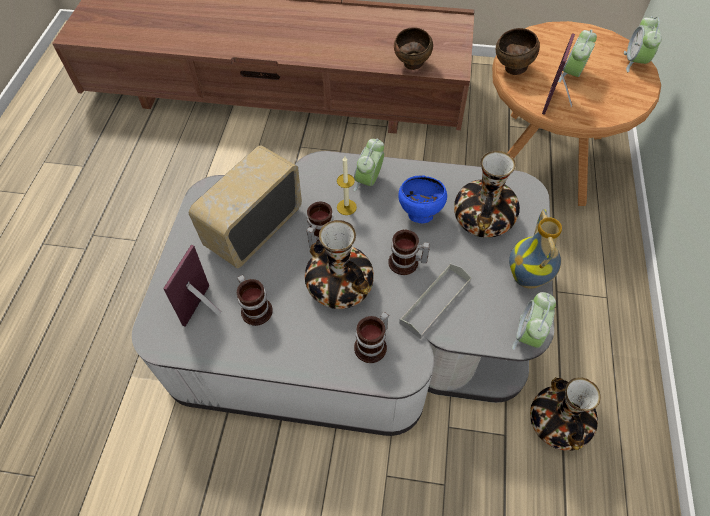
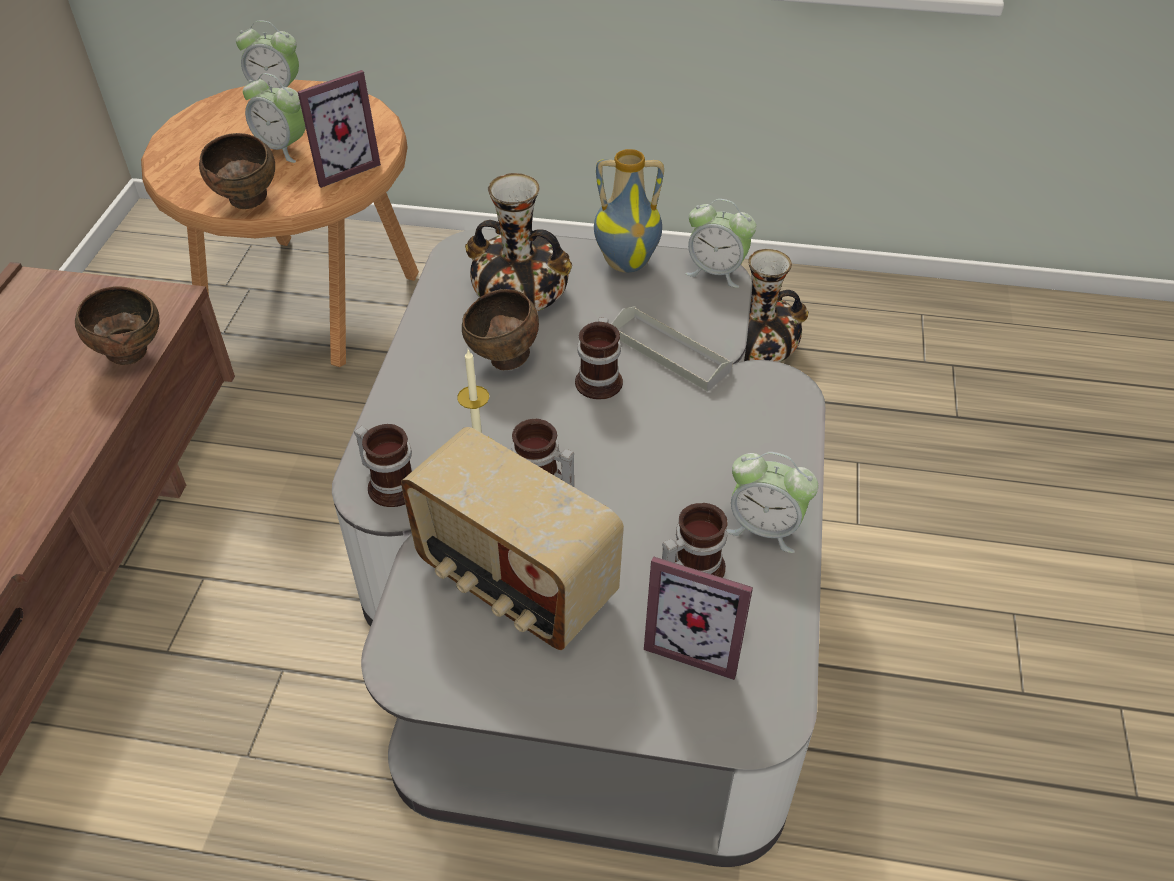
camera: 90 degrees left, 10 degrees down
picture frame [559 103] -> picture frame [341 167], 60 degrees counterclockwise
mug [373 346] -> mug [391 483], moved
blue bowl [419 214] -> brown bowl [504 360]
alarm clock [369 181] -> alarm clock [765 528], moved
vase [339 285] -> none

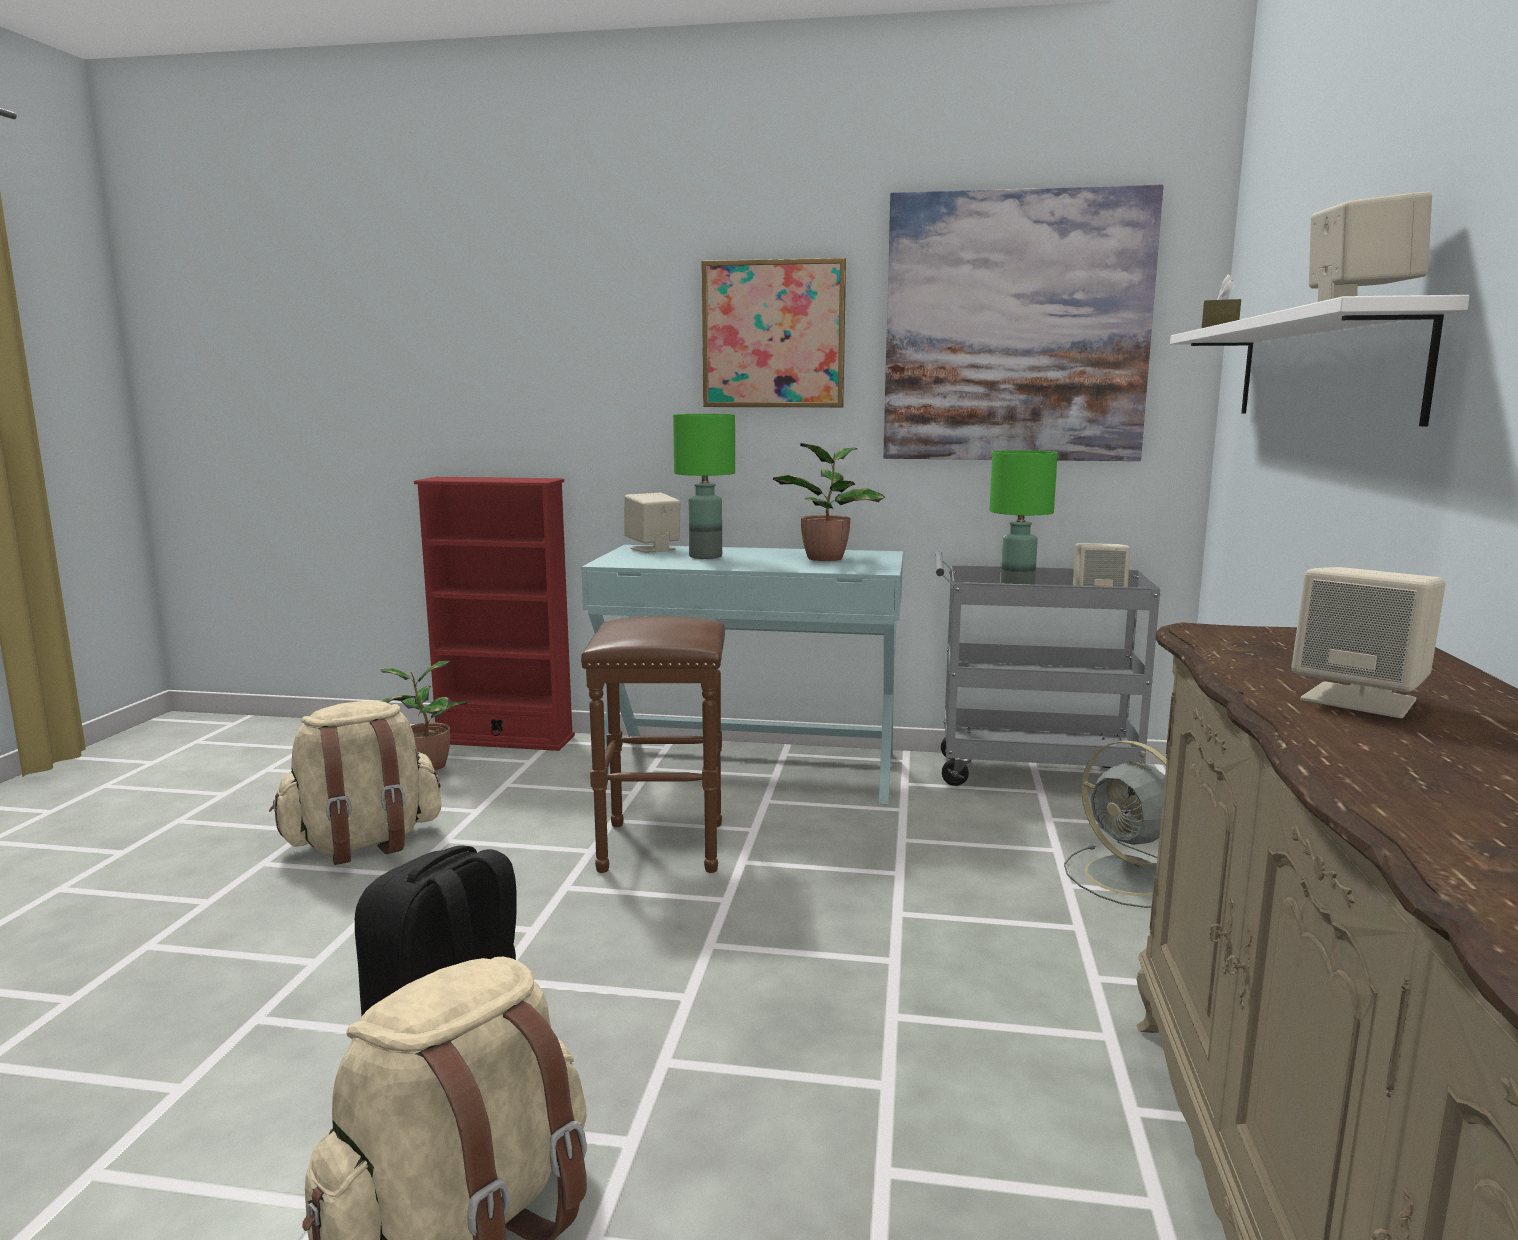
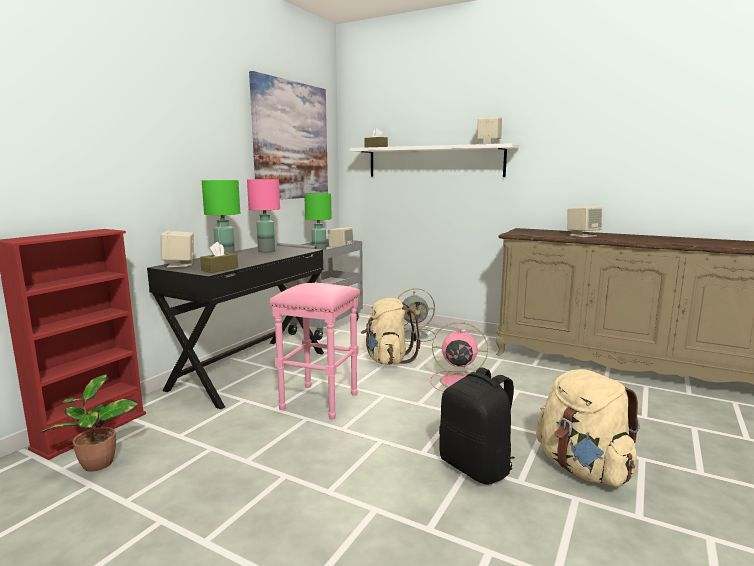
camera: 70 degrees left, 0 degrees up
turquoise desk [750 768] -> black desk [250 370]
none -> brown tissue box [220 269]
potted plant [826 557] -> pink table lamp [266 251]
brown stool [659 847] -> pink stool [320 402]
beige backpack [363 843] -> beige backpack [387 360], moved
none -> pink fan [456 381]
picture [773 334] -> none

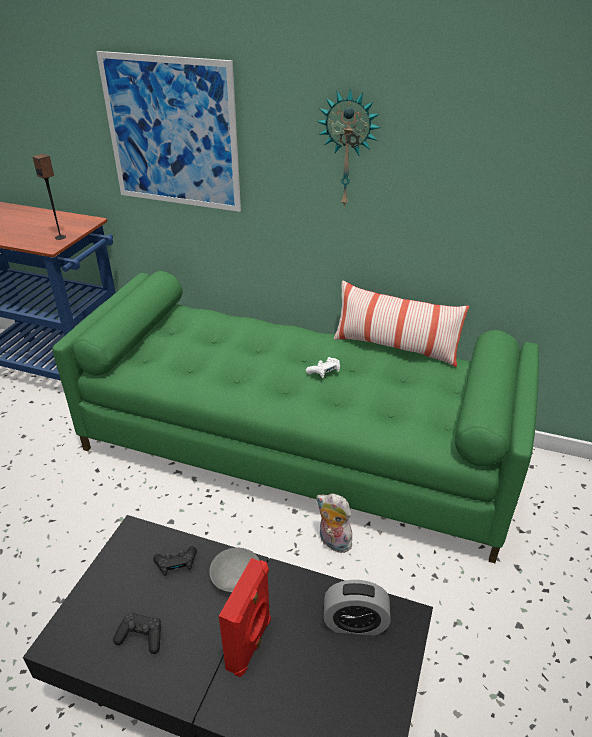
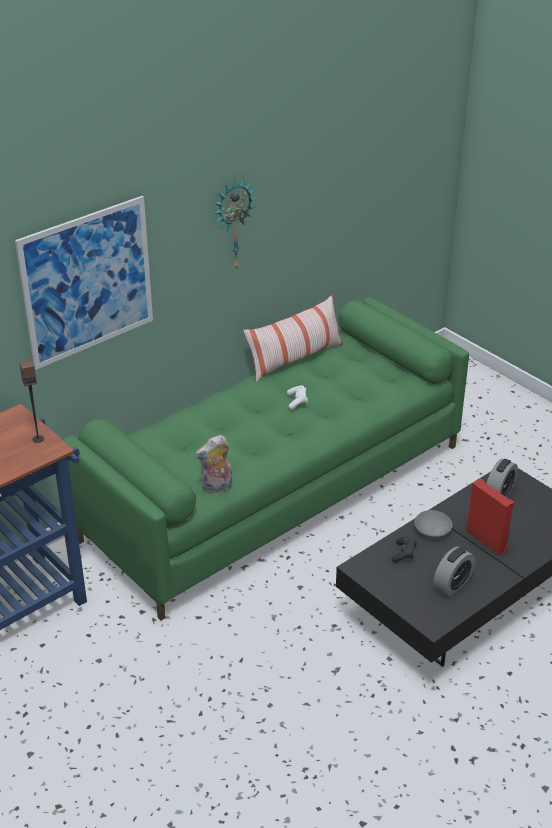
camera: 60 degrees left, 0 degrees up
plush toy [333 542] -> plush toy [216 487], moved
black game controller [141 637] -> alarm clock [452 584]

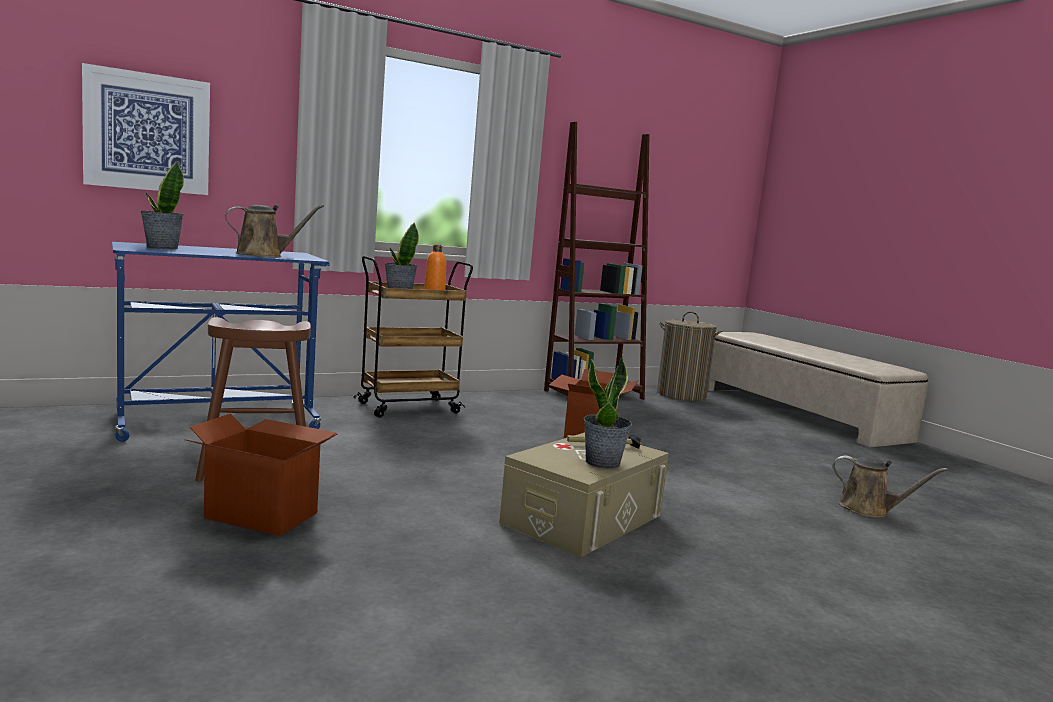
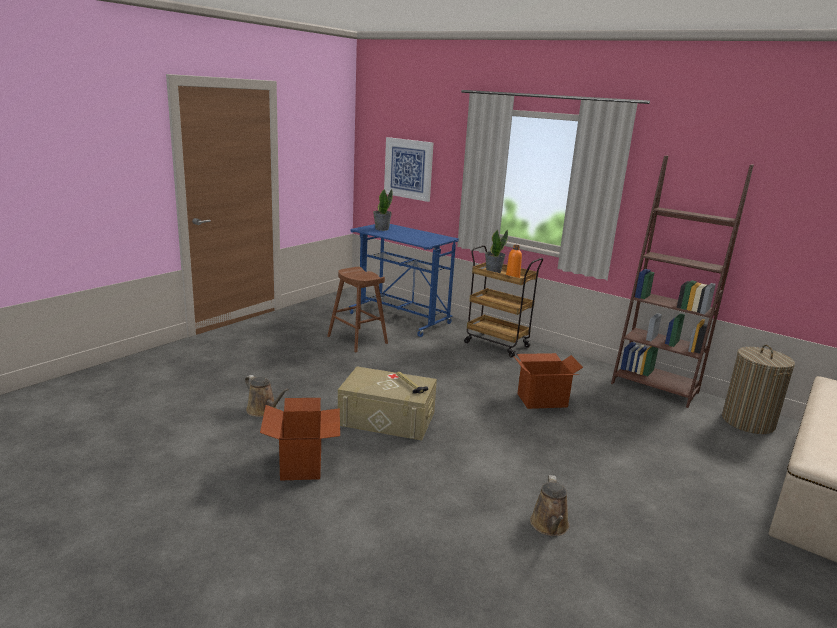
camera: 65 degrees right, 10 degrees up
brown watering can [264 255] -> brown watering can [263 410], moved
cardboard box [262 515] -> cardboard box [302 464], moved
potted plant [603 463] -> none

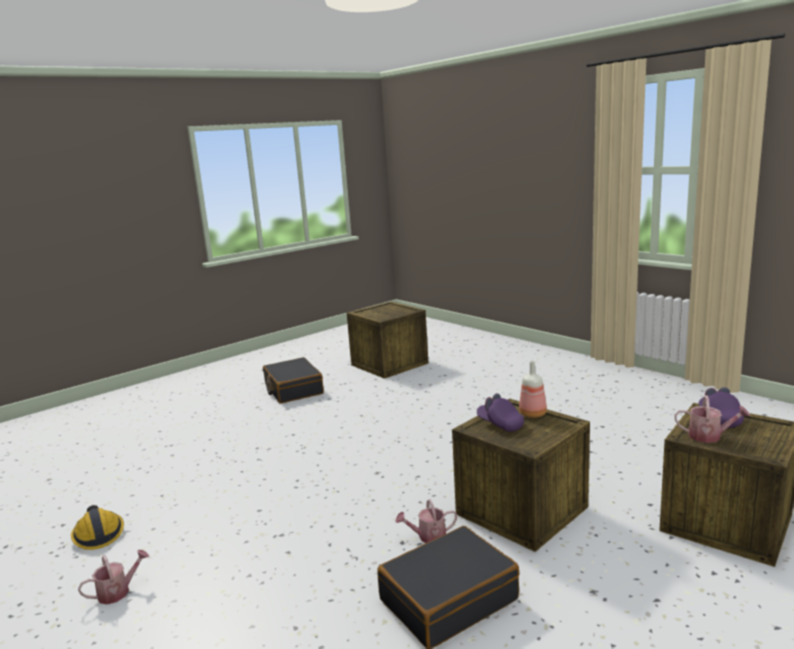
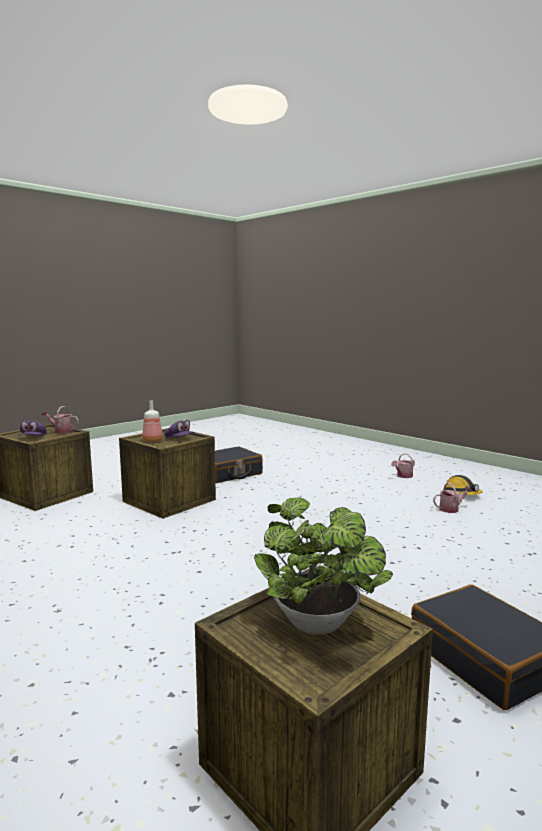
camera: 175 degrees right, 5 degrees down
none -> potted plant [320 626]
watering can [428 537] -> watering can [451 509], moved

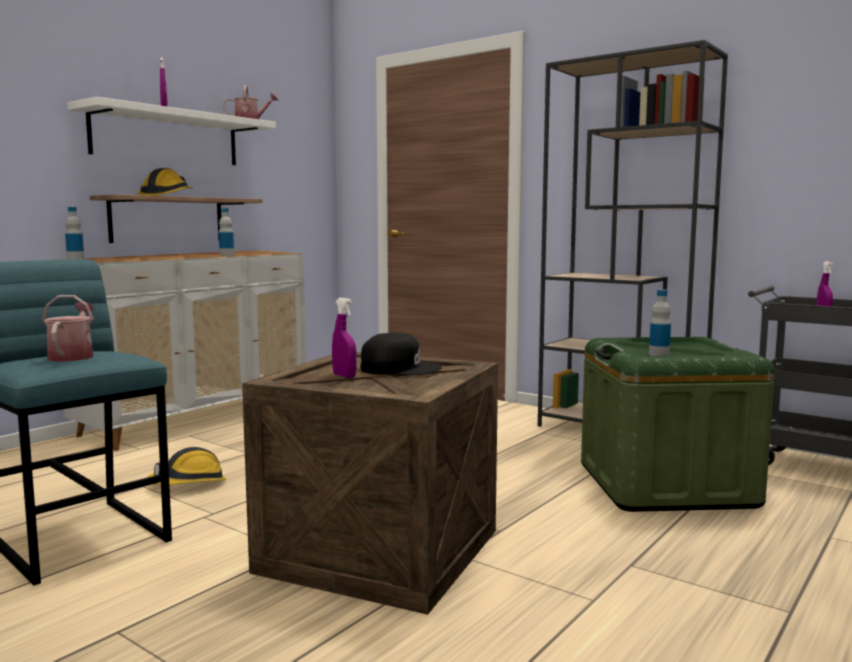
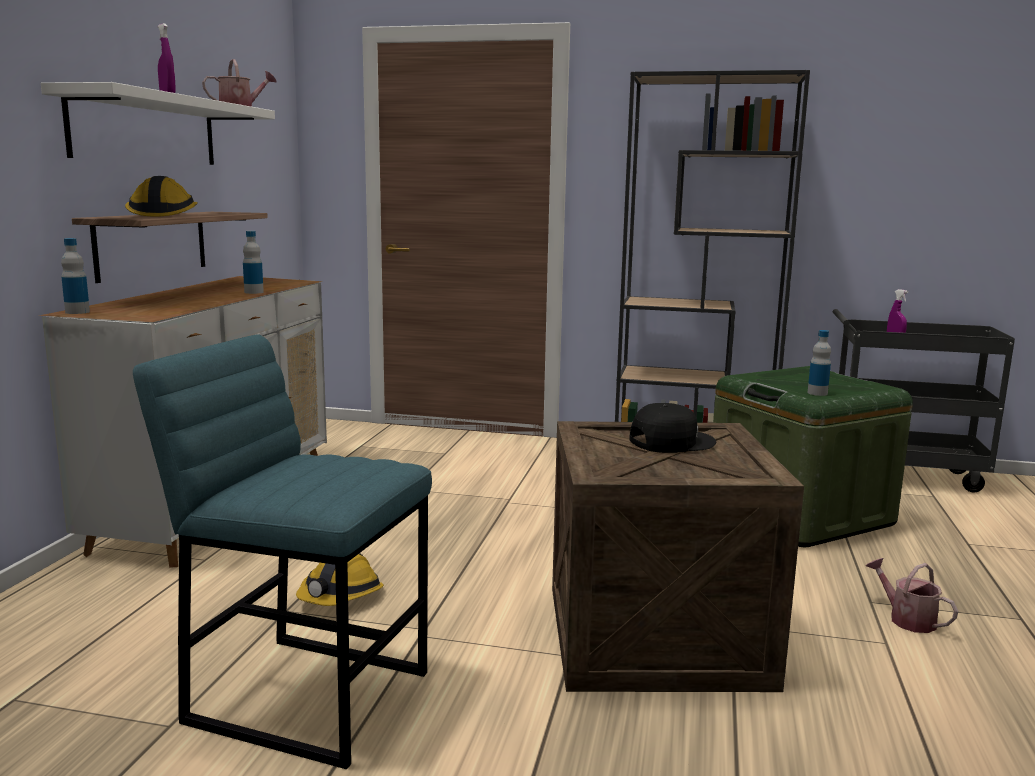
camera: 25 degrees left, 5 degrees up
watering can [73 356] -> watering can [906 619], moved
purple spray bottle [344 376] -> none

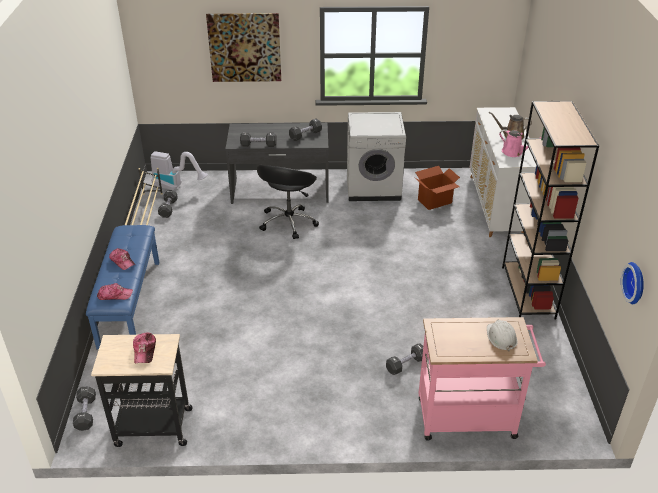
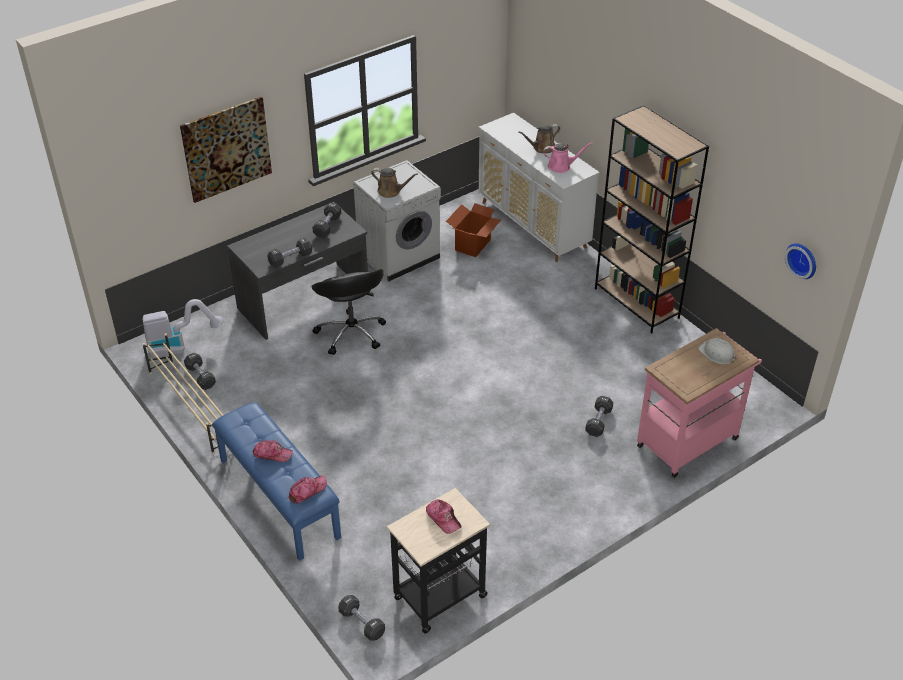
camera: 35 degrees left, 5 degrees up
none -> brown watering can [391 191]

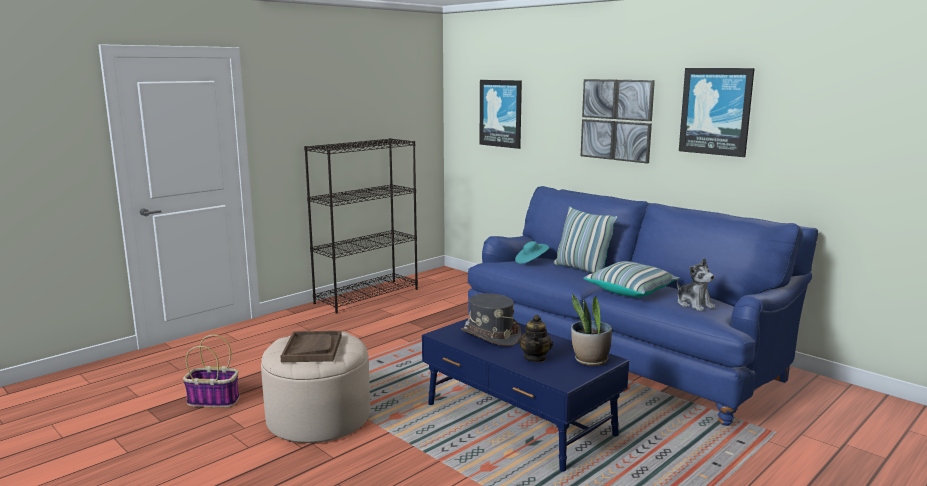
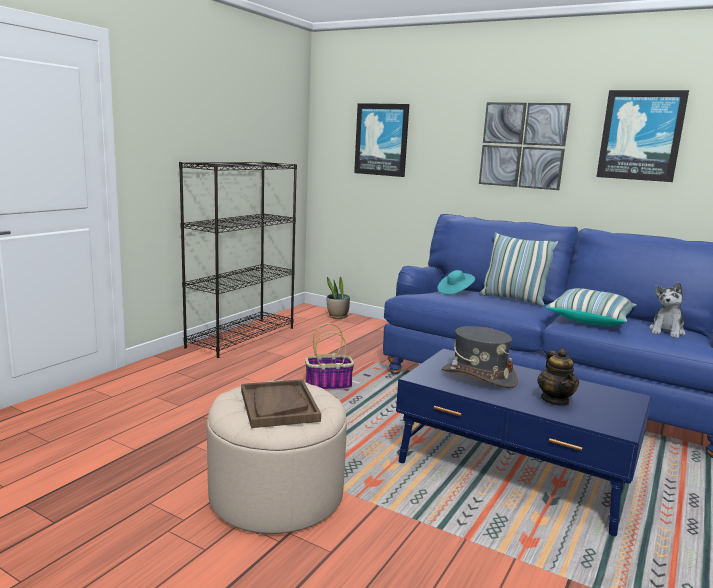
camera: 15 degrees left, 0 degrees up
basket [214 400] -> basket [329 385], moved
potted plant [590 360] -> potted plant [337 316], moved
plush toy [694 304] -> plush toy [666 331], 75 degrees clockwise

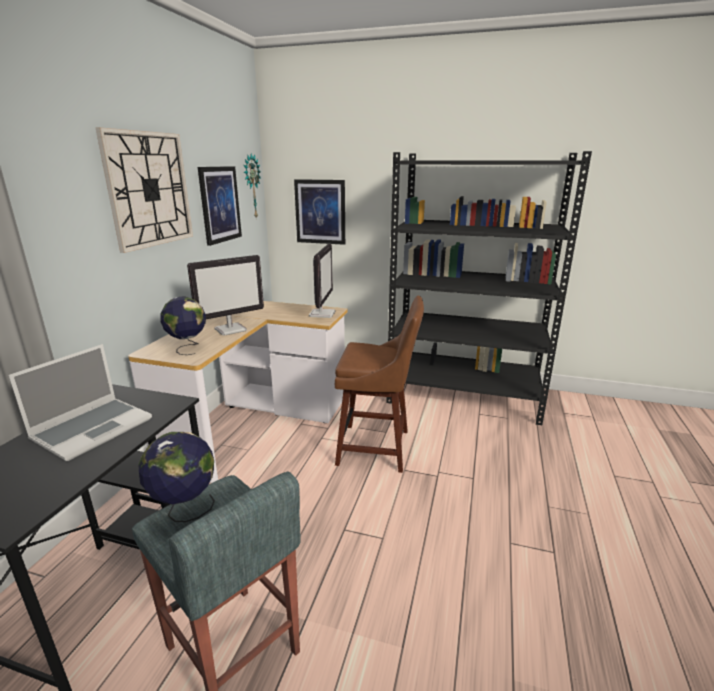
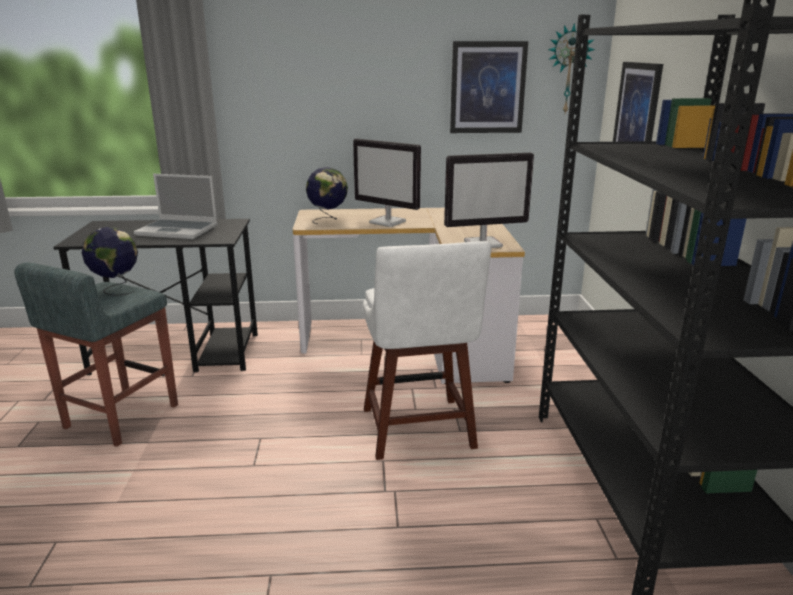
camera: 70 degrees right, 0 degrees up
brown chair [378 447] -> white chair [418 431]
wall clock [149 189] -> none

